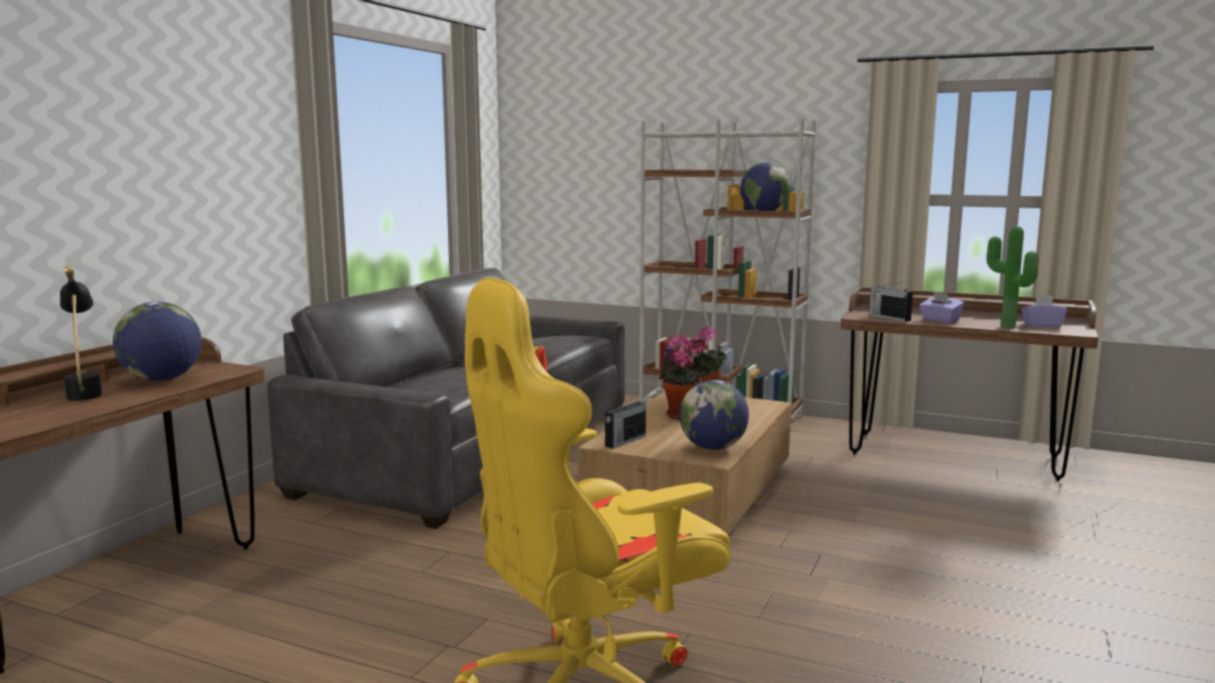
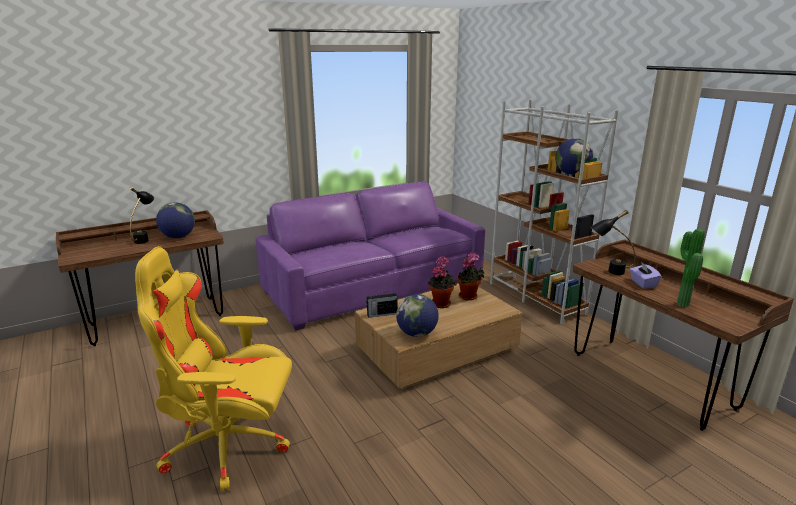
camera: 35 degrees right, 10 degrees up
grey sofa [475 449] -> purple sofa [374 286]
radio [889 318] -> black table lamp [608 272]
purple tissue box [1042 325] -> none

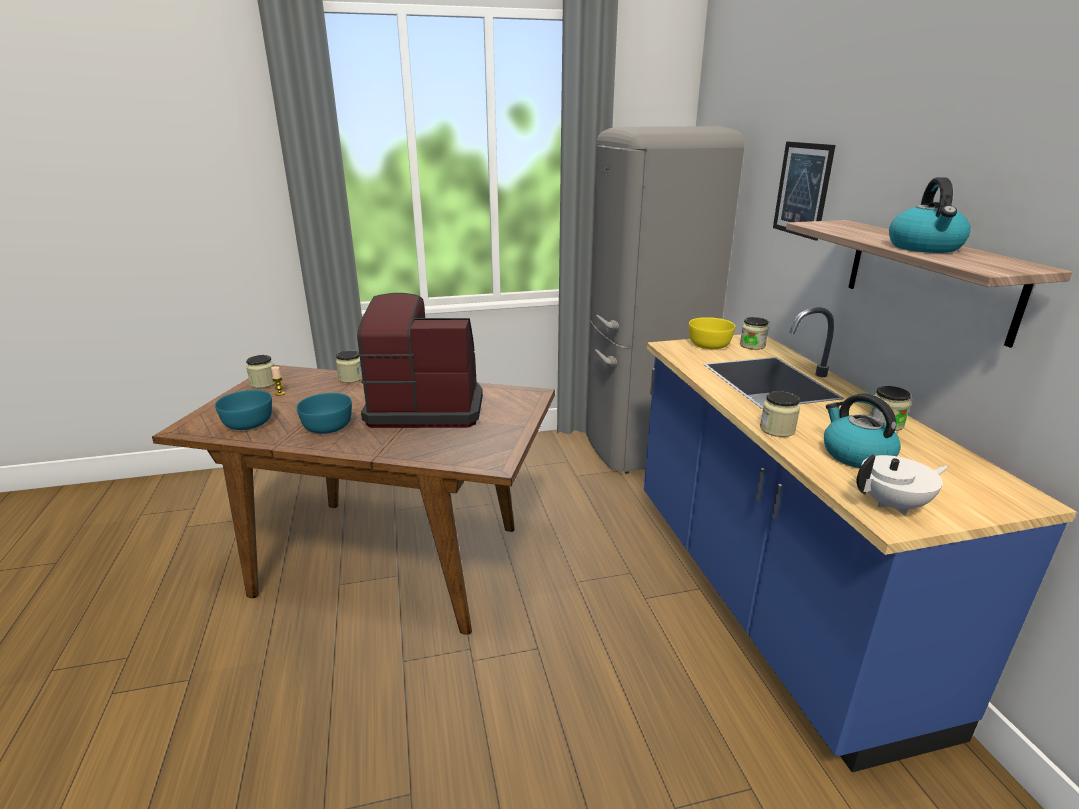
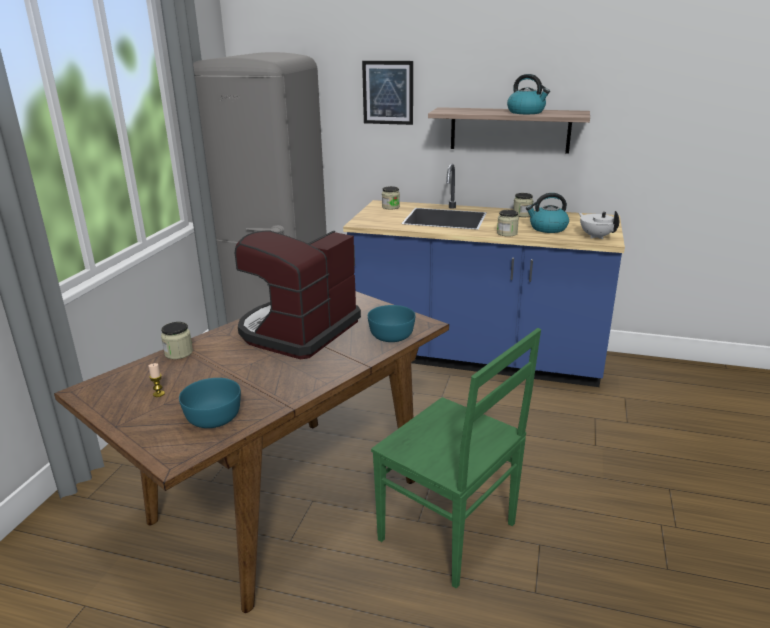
camera: 60 degrees left, 0 degrees up
turquoise bowl [328 426] -> turquoise bowl [392 335], moved
none -> green chair [450 534]
white teapot [893 505] -> white teapot [596 236], 45 degrees counterclockwise
jar [263 383] -> none
yellow bowl [709 345] -> none

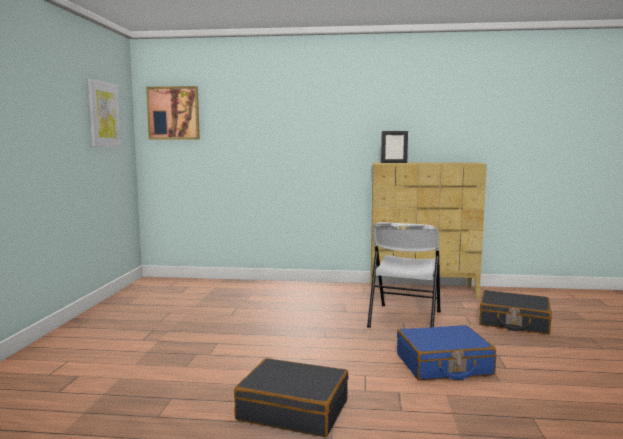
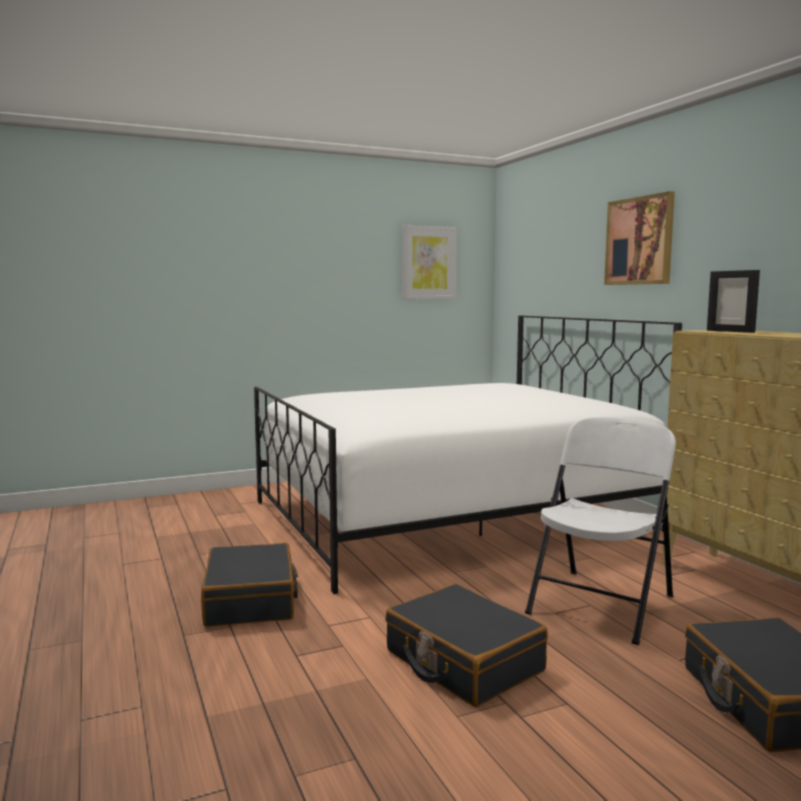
camera: 60 degrees right, 0 degrees up
none -> white bed [450 516]
blue suitcase [443 365] -> black suitcase [463 662]
white chair [405 319] -> white chair [601 605], 135 degrees clockwise
picture [173 113] -> picture [639 241], moved

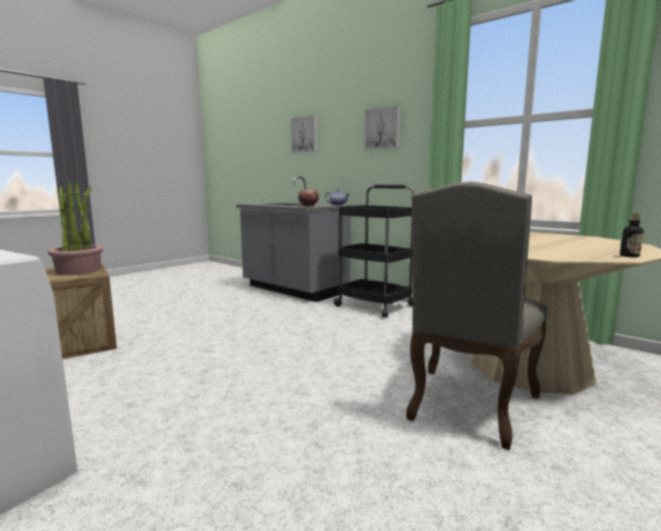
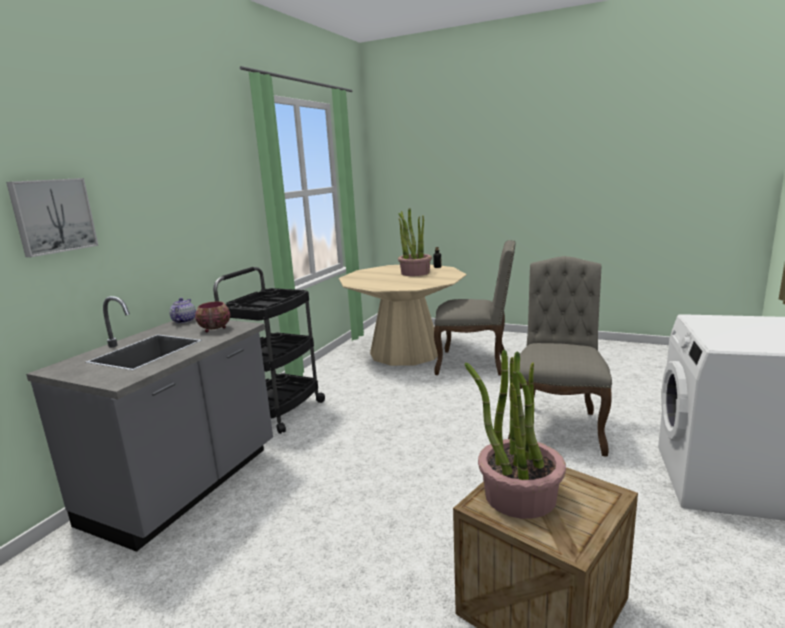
camera: 105 degrees left, 5 degrees up
none -> potted plant [415 273]
none -> grey chair [558 427]
picture [383 128] -> none

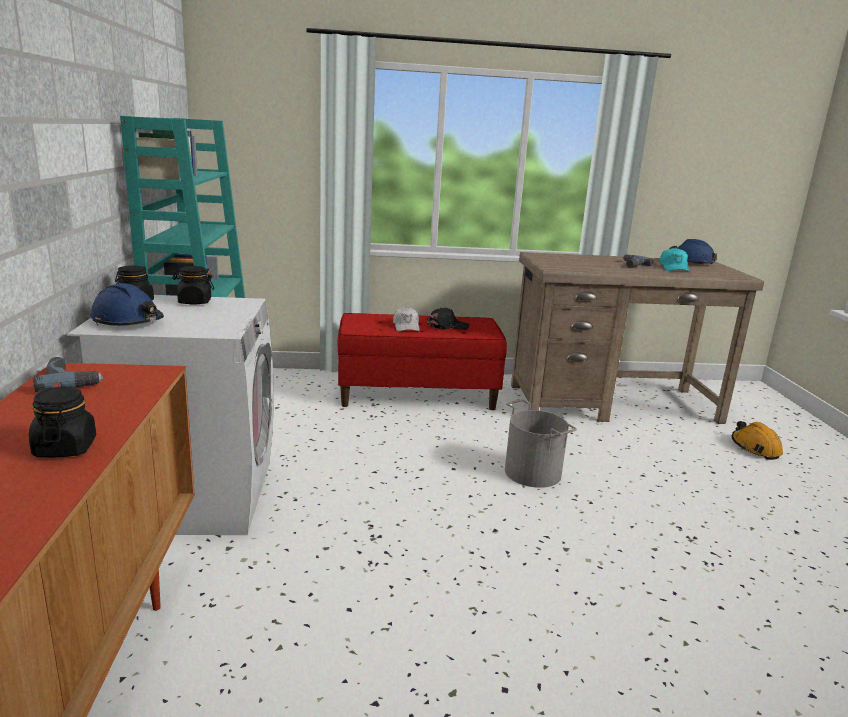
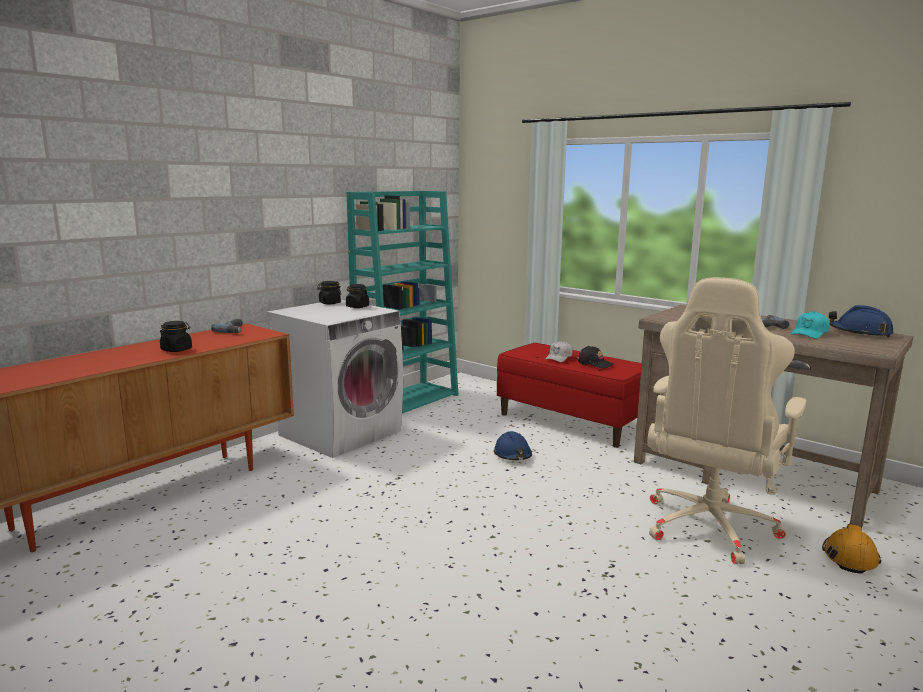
camera: 45 degrees right, 5 degrees down
blue hard hat [128 322] -> blue hard hat [513 455], moved
none -> beige office chair [709 526]
grey bucket [532 473] -> none

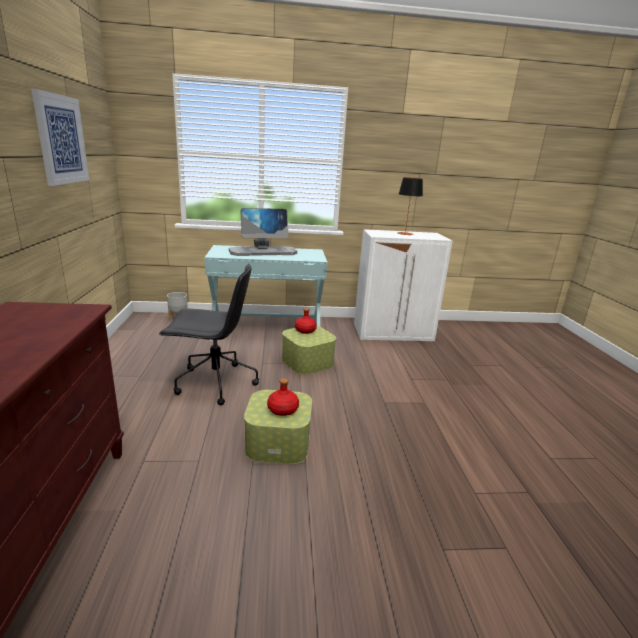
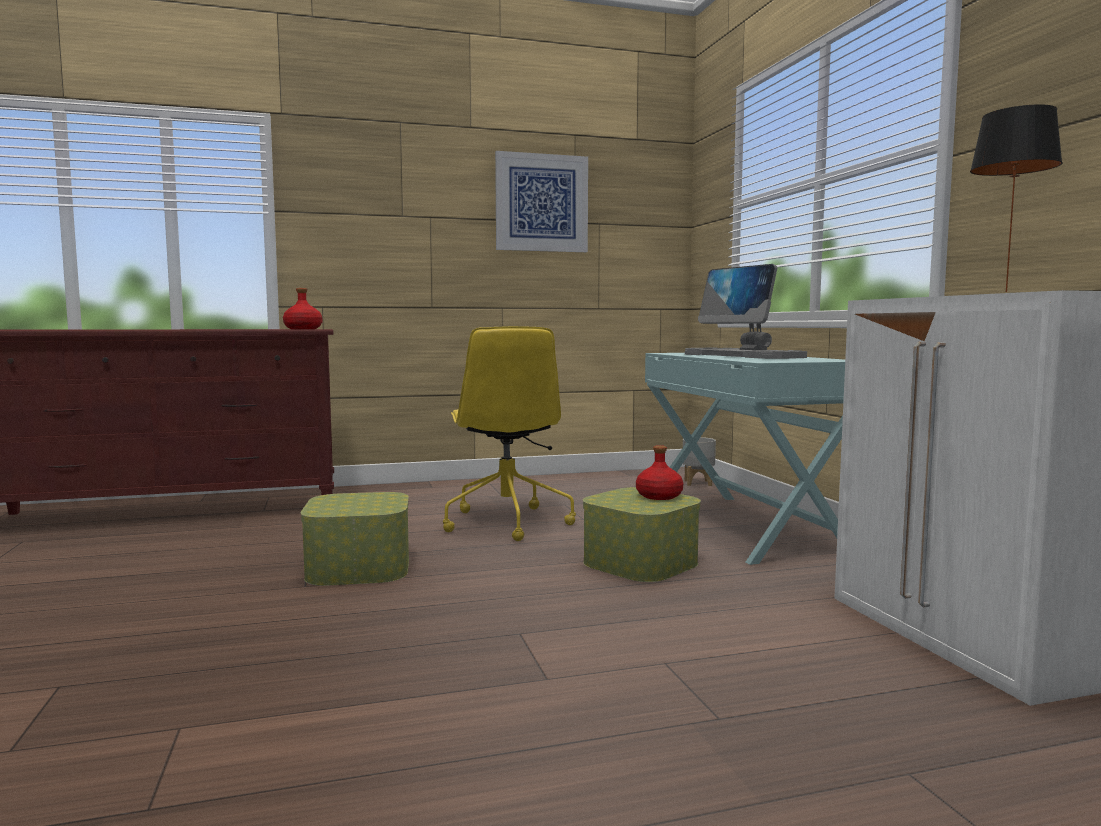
camera: 80 degrees right, 15 degrees down
red bottle [283 409] -> red bottle [303 329], moved
black office chair [212 383] -> yellow office chair [506 521]

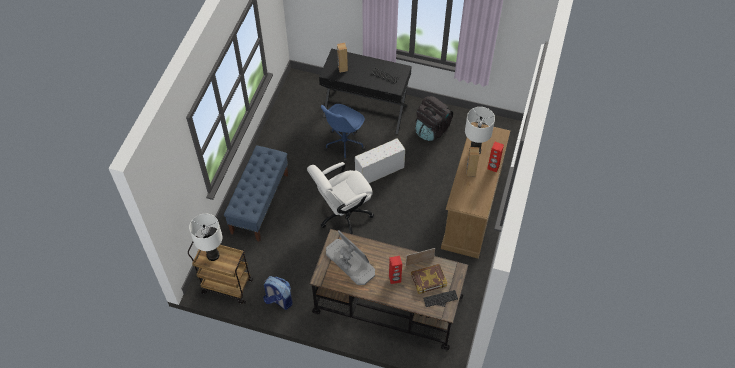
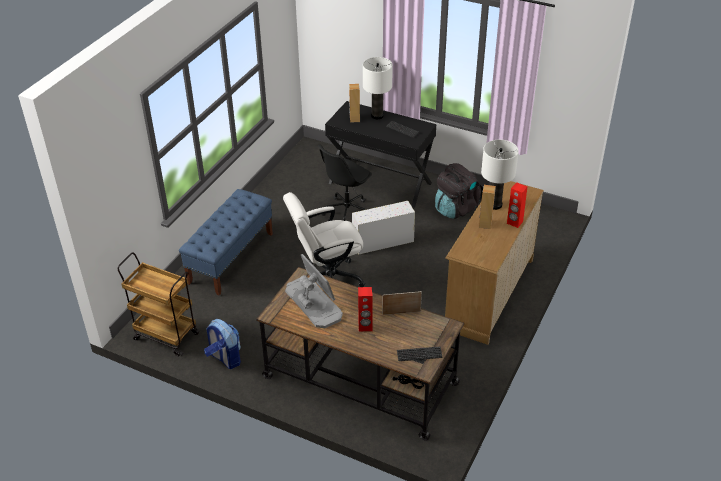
camera: 10 degrees right, 15 degrees down
blue office chair [343 145] -> black office chair [346 212]
white table lamp [213 255] -> white table lamp [377 116], moved
book [428 279] -> none

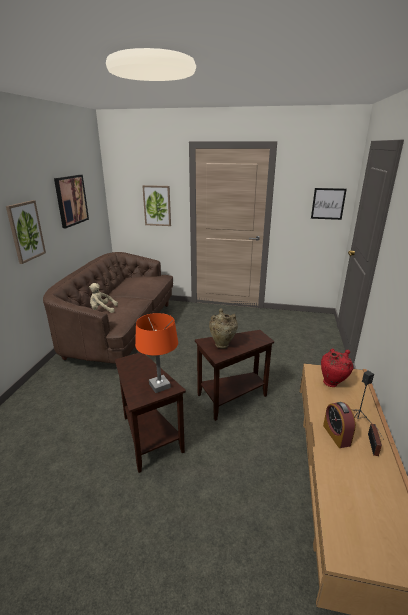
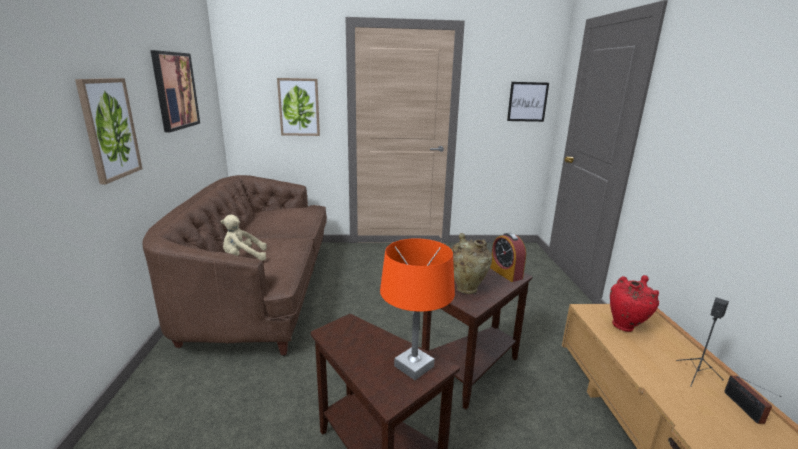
camera: 15 degrees left, 5 degrees down
alarm clock [336 435] -> alarm clock [506 273], moved

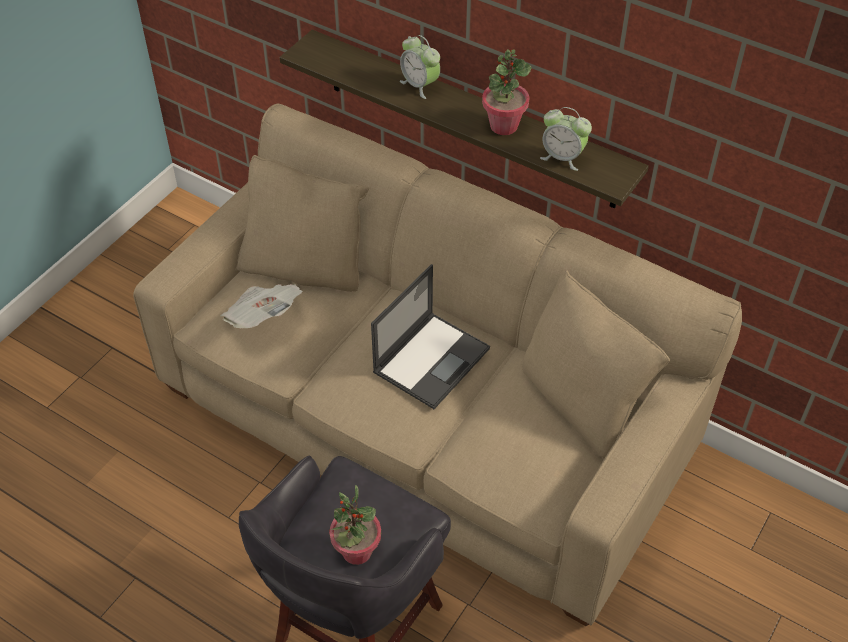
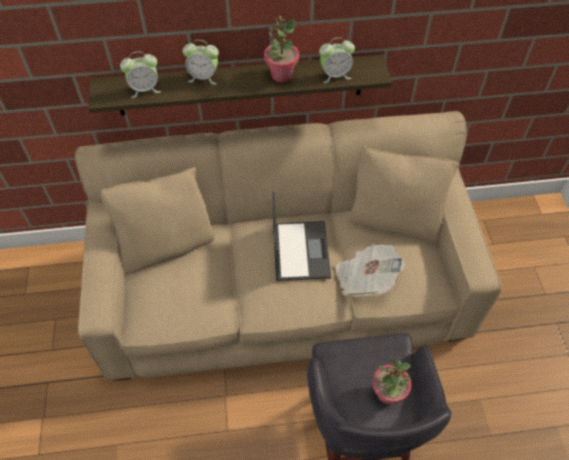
camera: 40 degrees left, 5 degrees up
none -> alarm clock [145 89]
newspaper [263 318] -> newspaper [365 279], moved

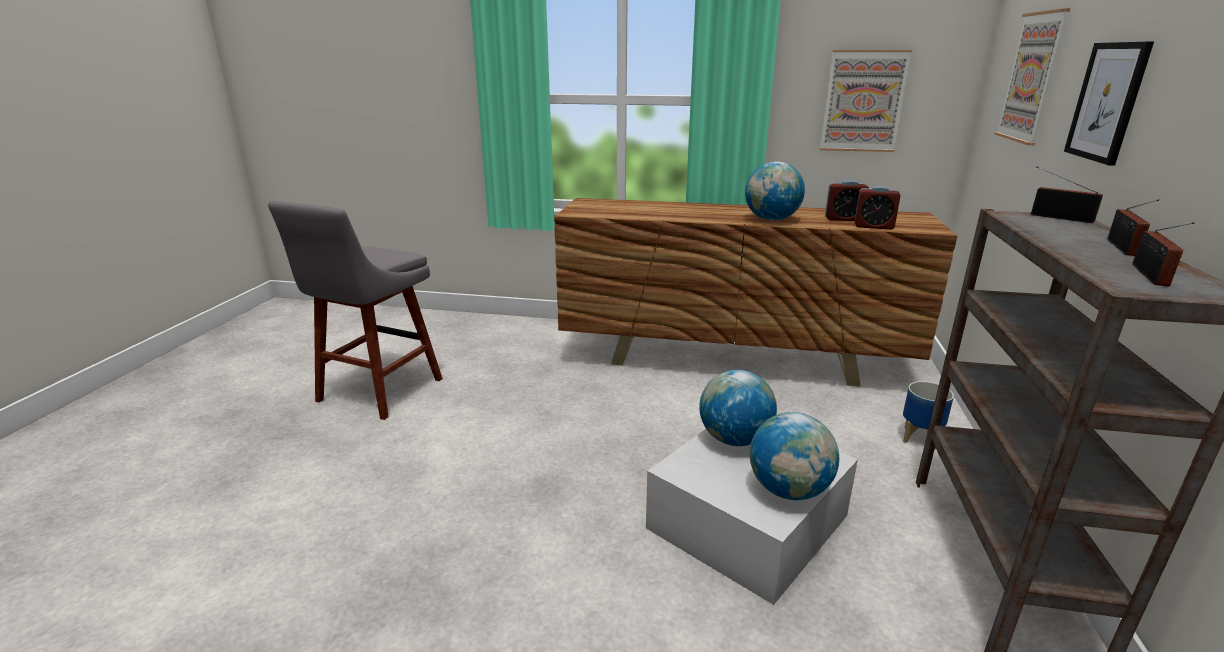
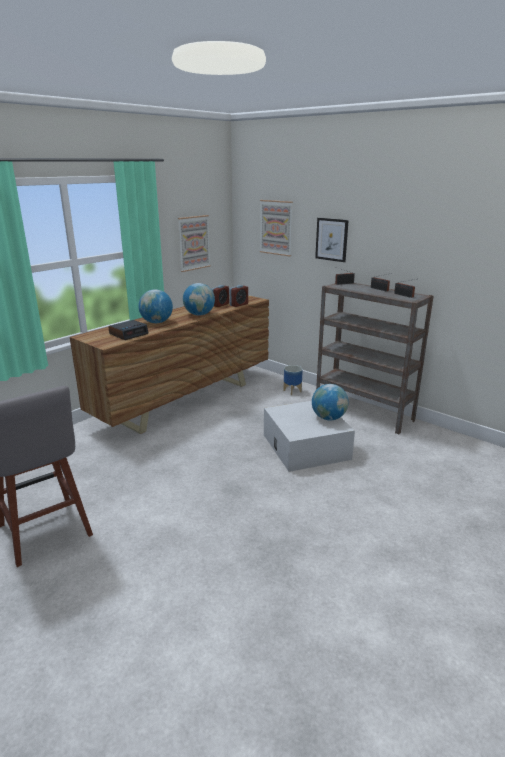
camera: 60 degrees left, 0 degrees up
none -> alarm clock [129 334]
globe [734 439] -> globe [156 322], moved

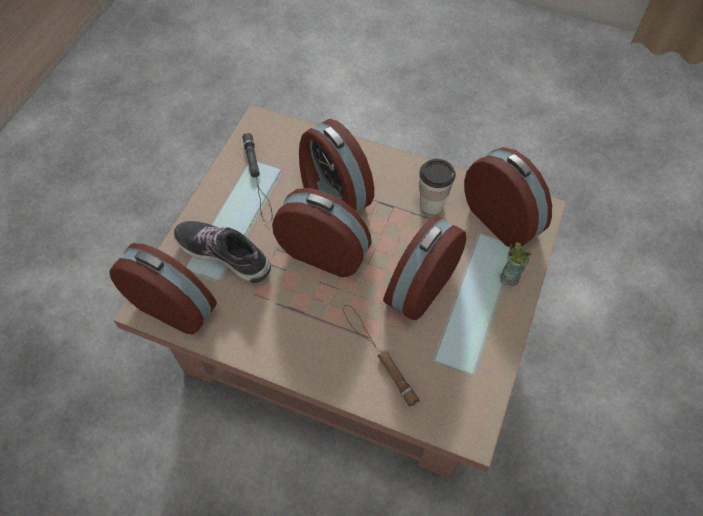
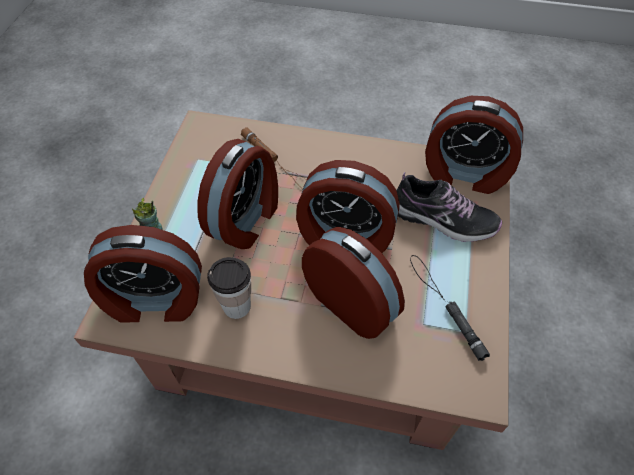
camera: 170 degrees right, 5 degrees down
alarm clock [502 217] -> alarm clock [155 301], 45 degrees counterclockwise

